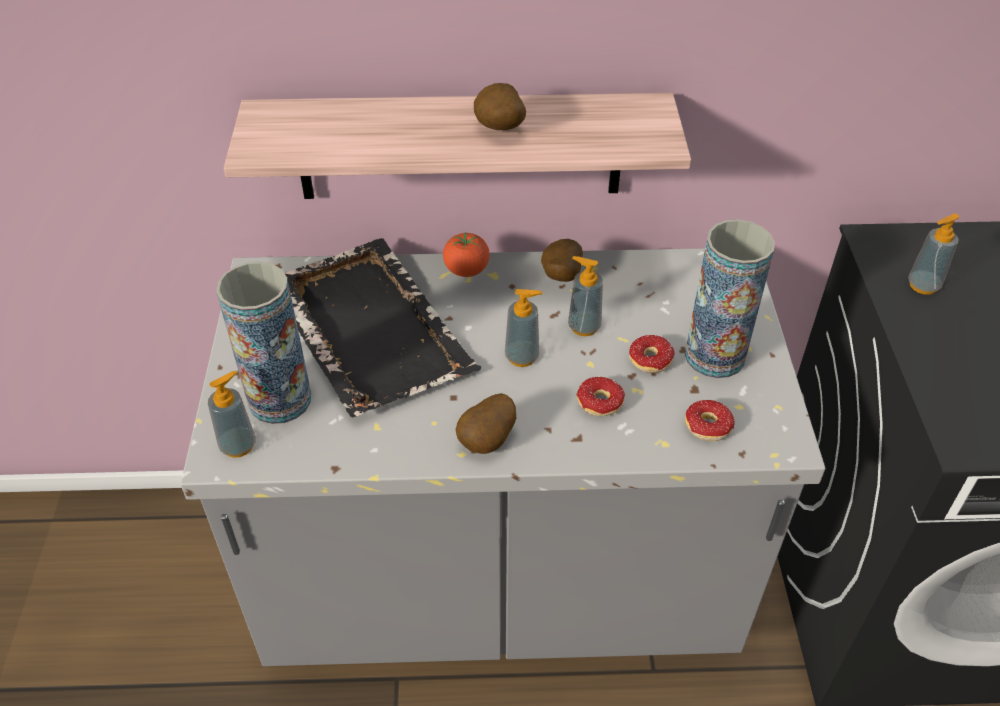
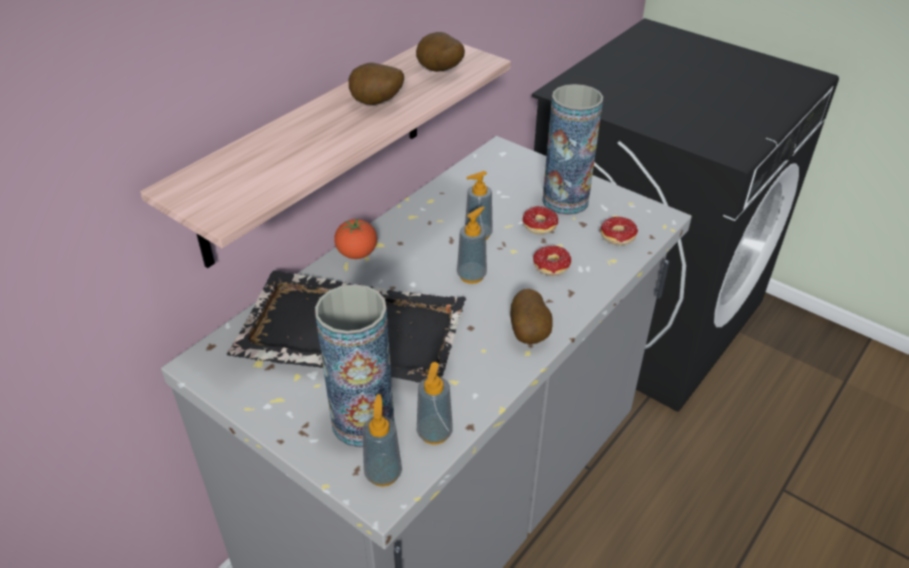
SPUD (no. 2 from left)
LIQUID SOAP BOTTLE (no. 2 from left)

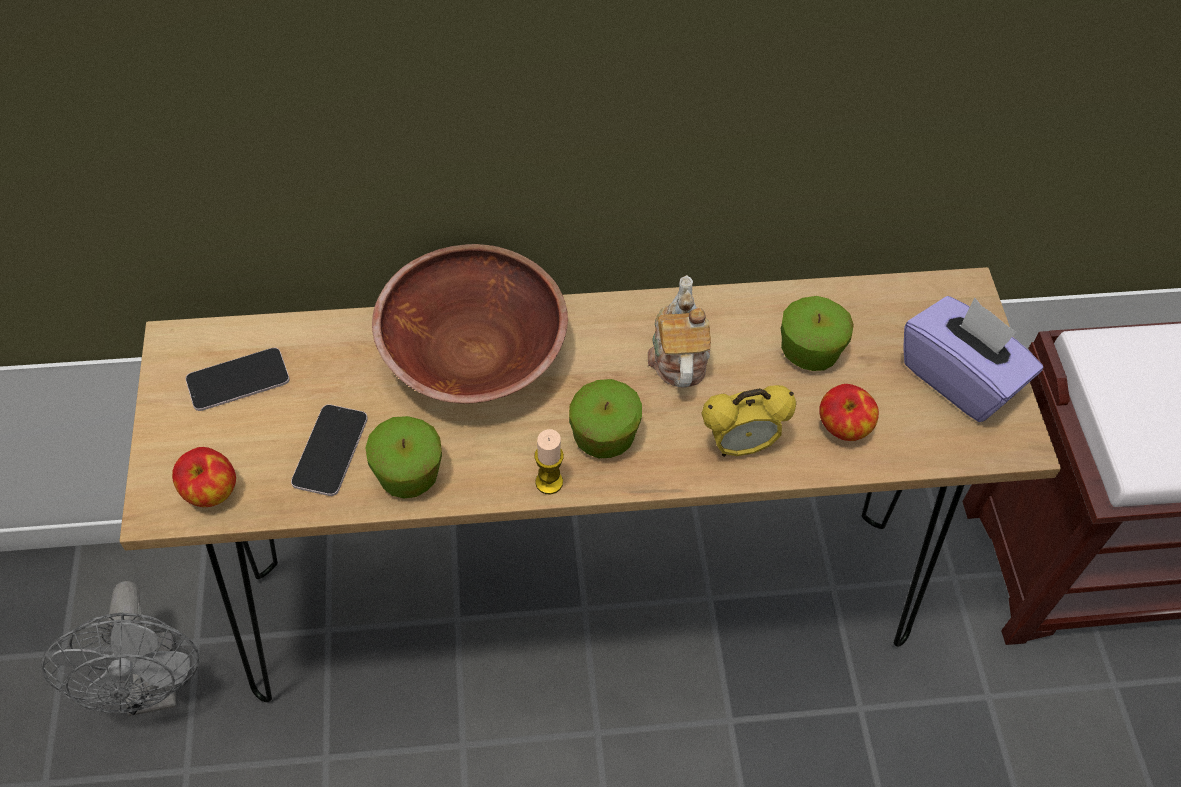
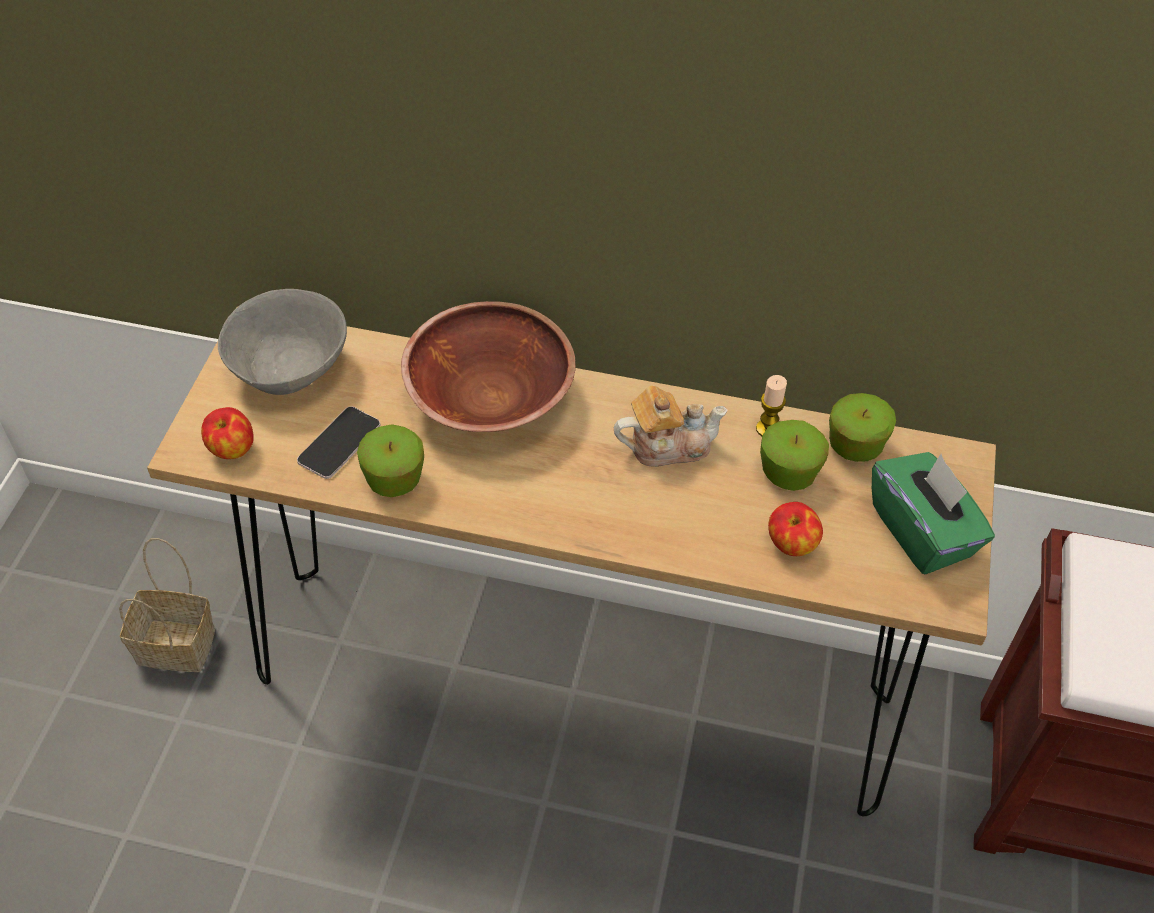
STORAGE BASKET
GRAY BOWL
TEAPOT
CANDLE
APPLE FRUIT (no. 5 from left)
GREENISH TISSUE HOLDER
ALARM CLOCK

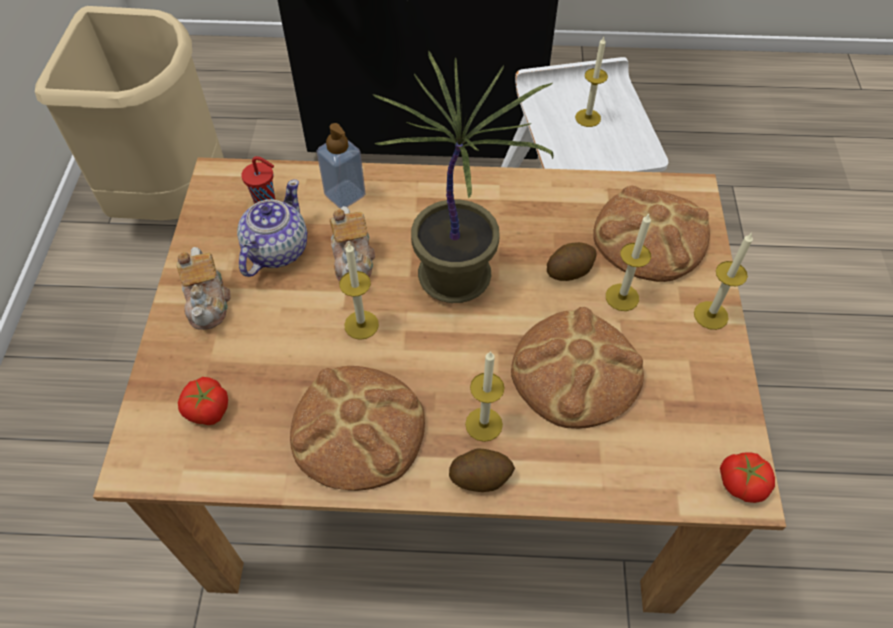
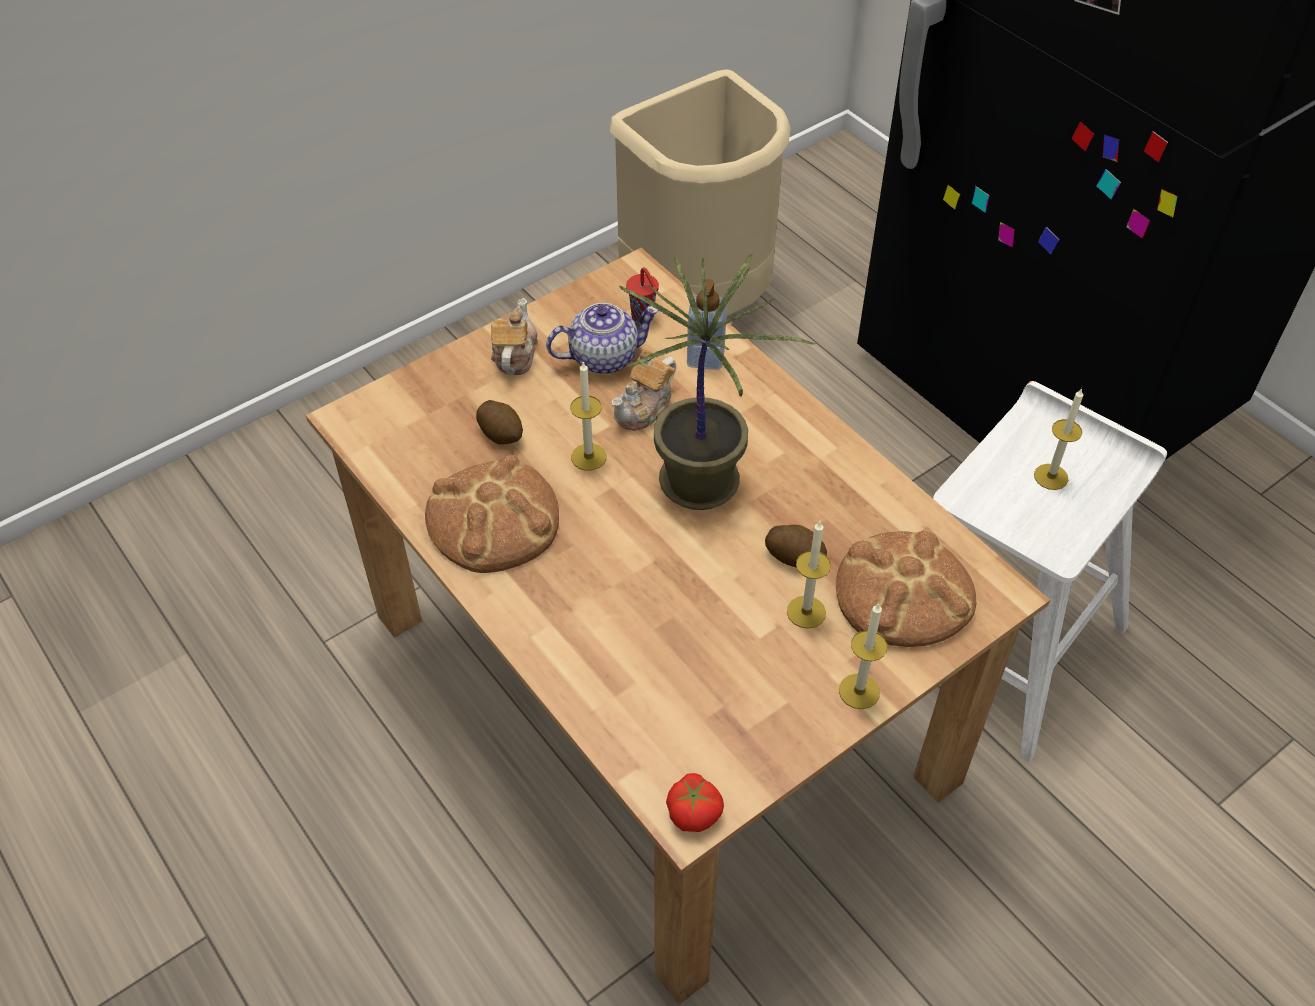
SPUD (no. 1 from left)
TEAPOT (no. 1 from left)
WHOLE TOMATO (no. 1 from left in the first image)
CANDLE (no. 2 from left in the first image)
BREAD (no. 2 from left in the first image)

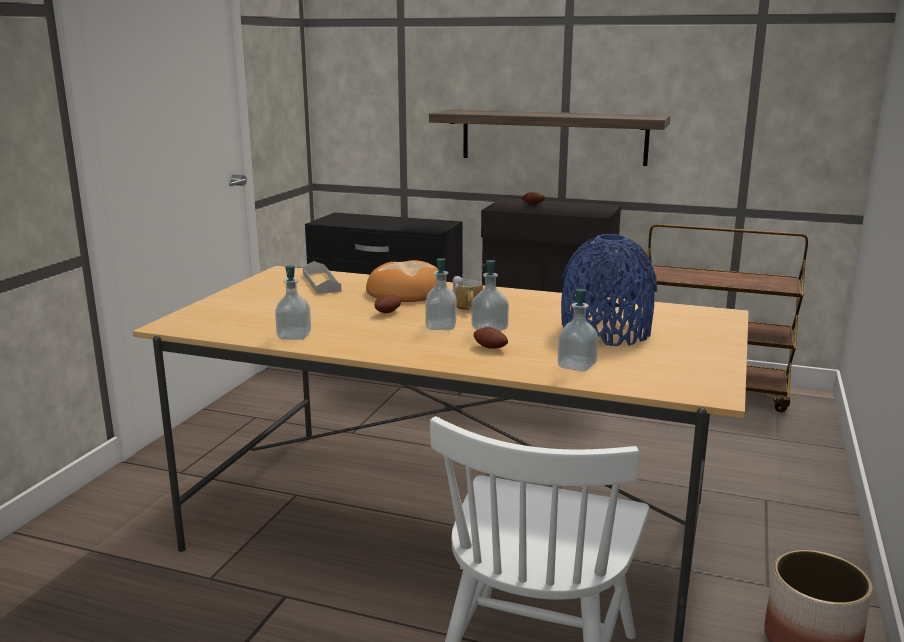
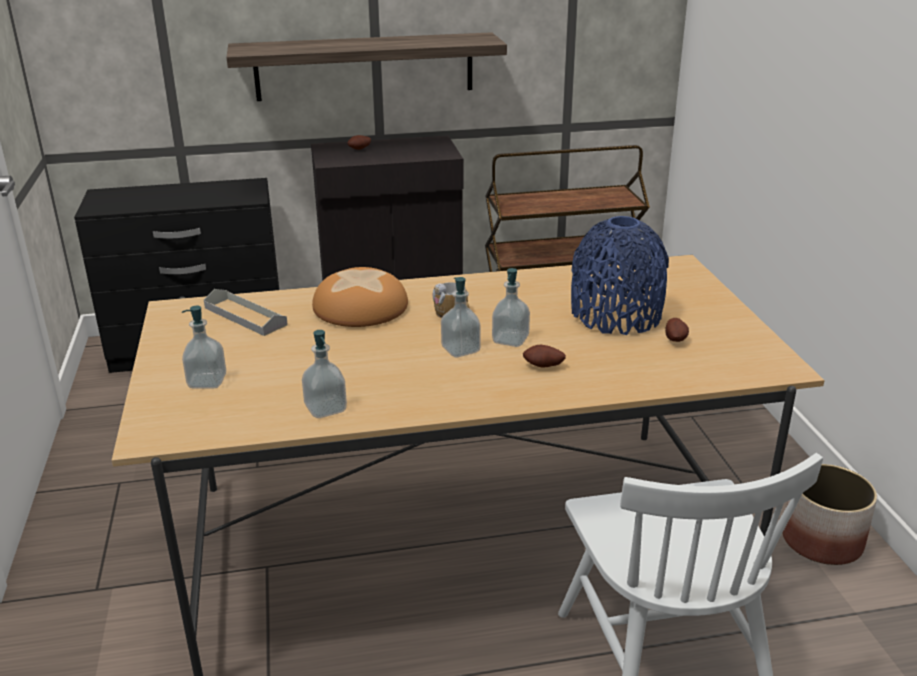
LIQUID SOAP BOTTLE (no. 1 from left)
SPUD (no. 3 from left)

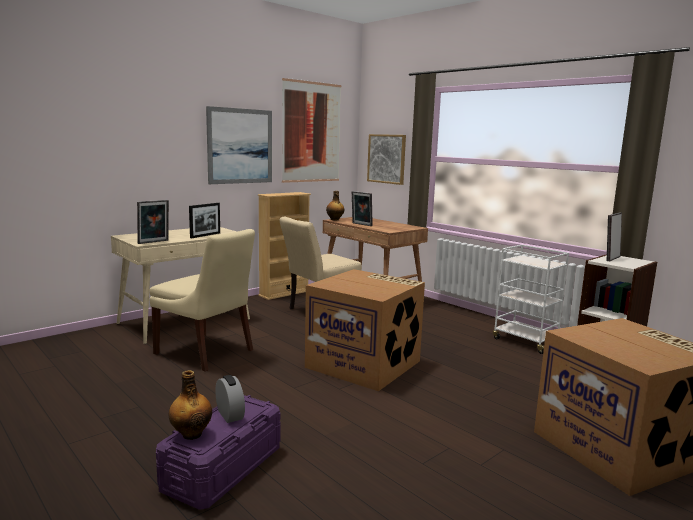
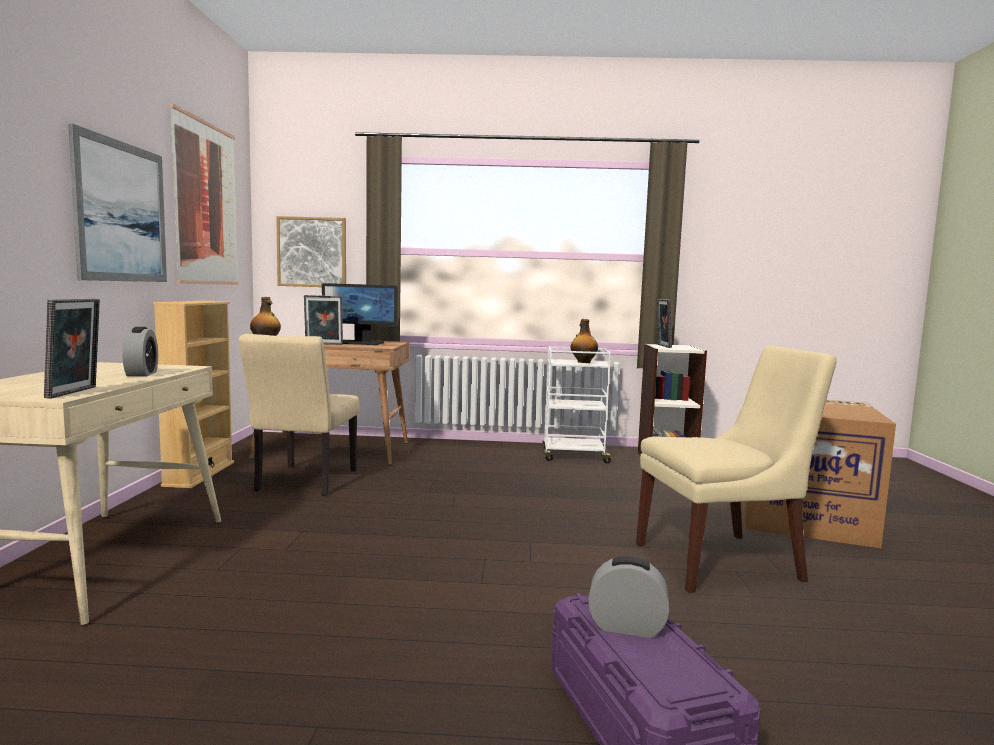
ALARM CLOCK (no. 1 from left)
COMPUTER SCREEN
BEVERAGE BOTTLE (no. 2 from left)
BEIGE PLAIN CHAIR (no. 2 from left)
CARTON (no. 1 from left in the first image)

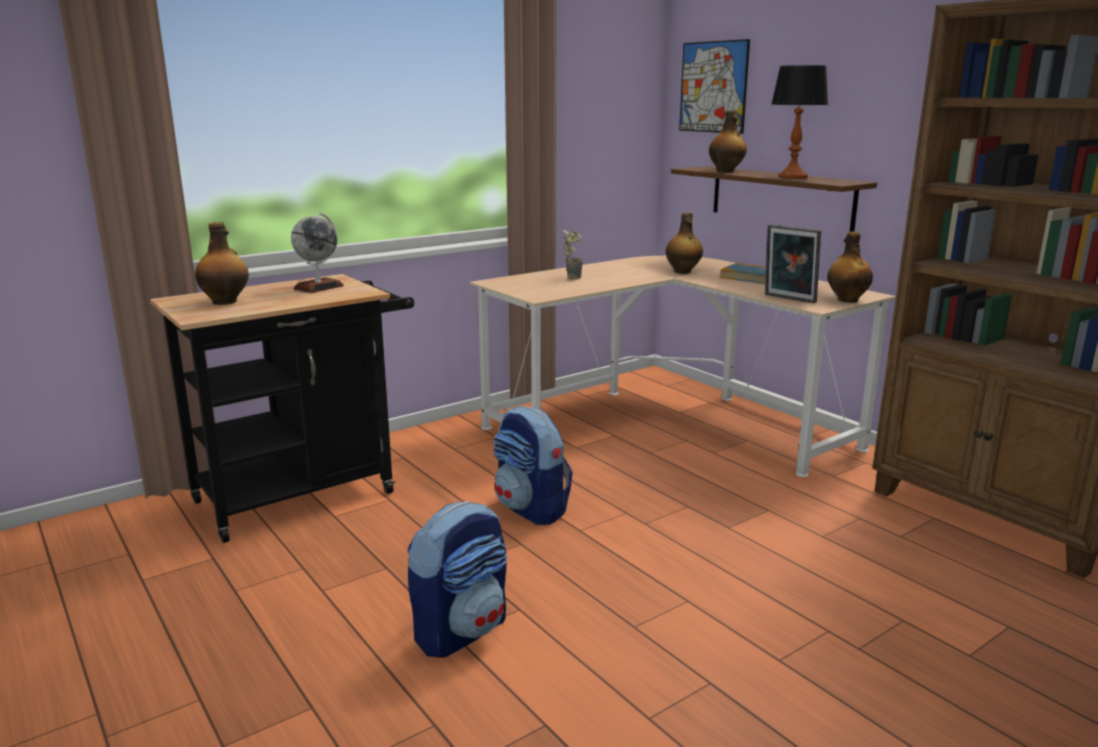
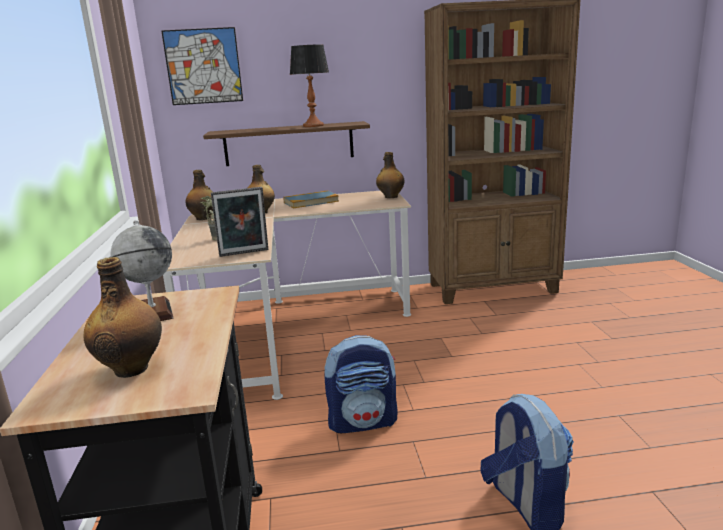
BEVERAGE BOTTLE (no. 2 from left)
PICTURE FRAME

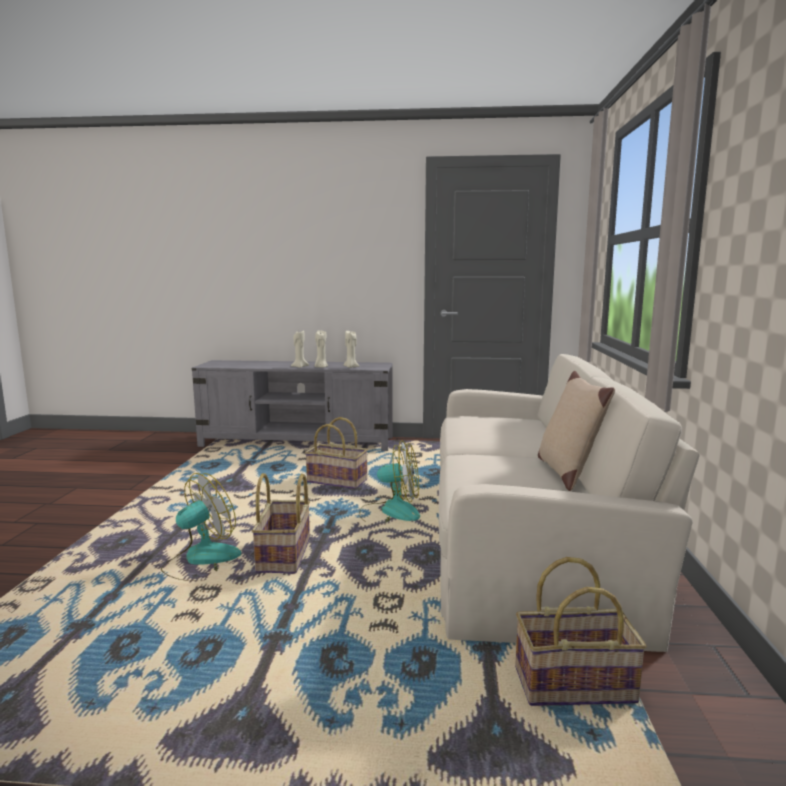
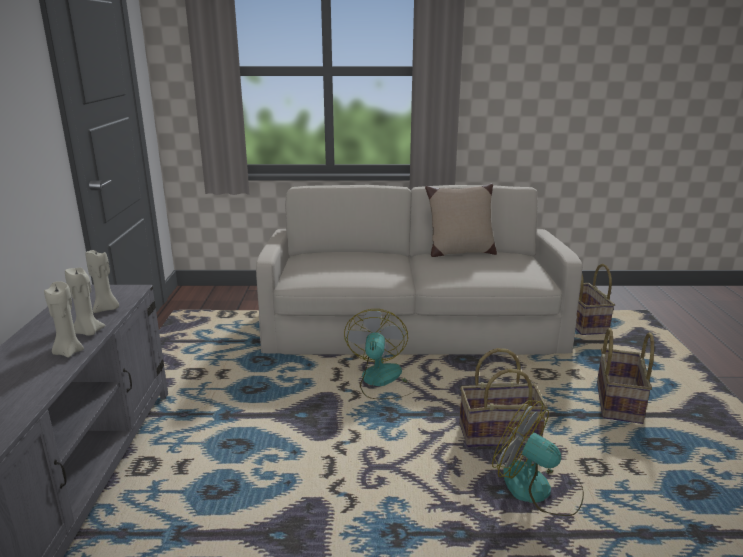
STORAGE BASKET (no. 3 from left)

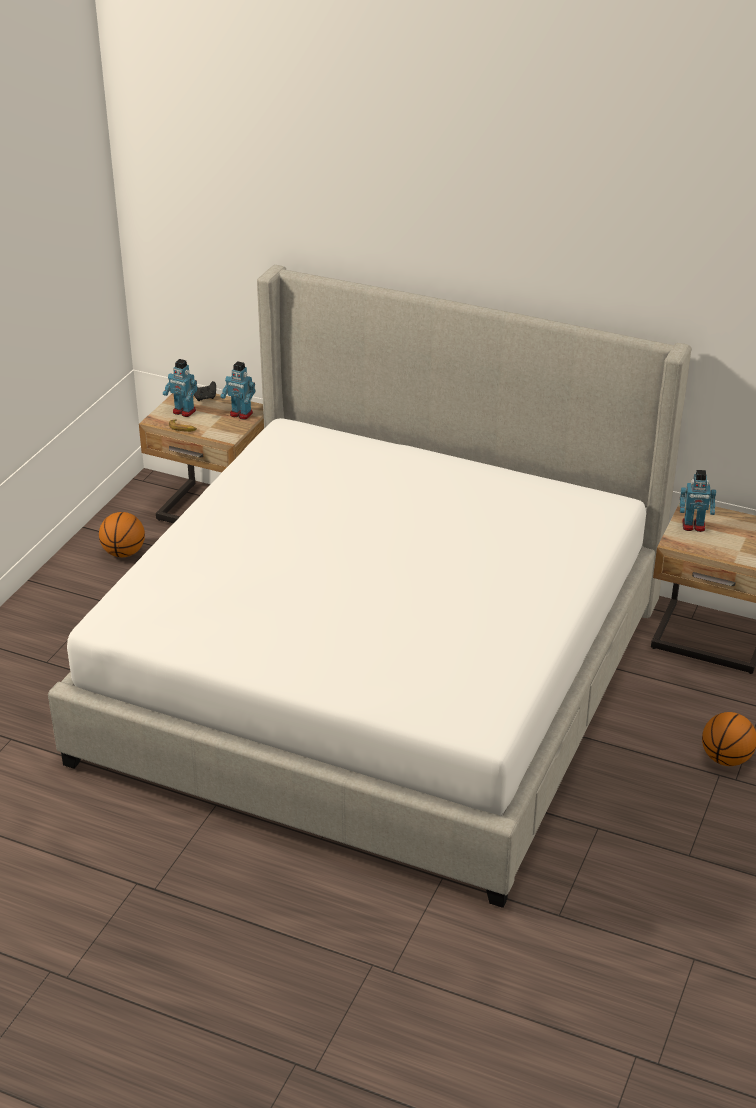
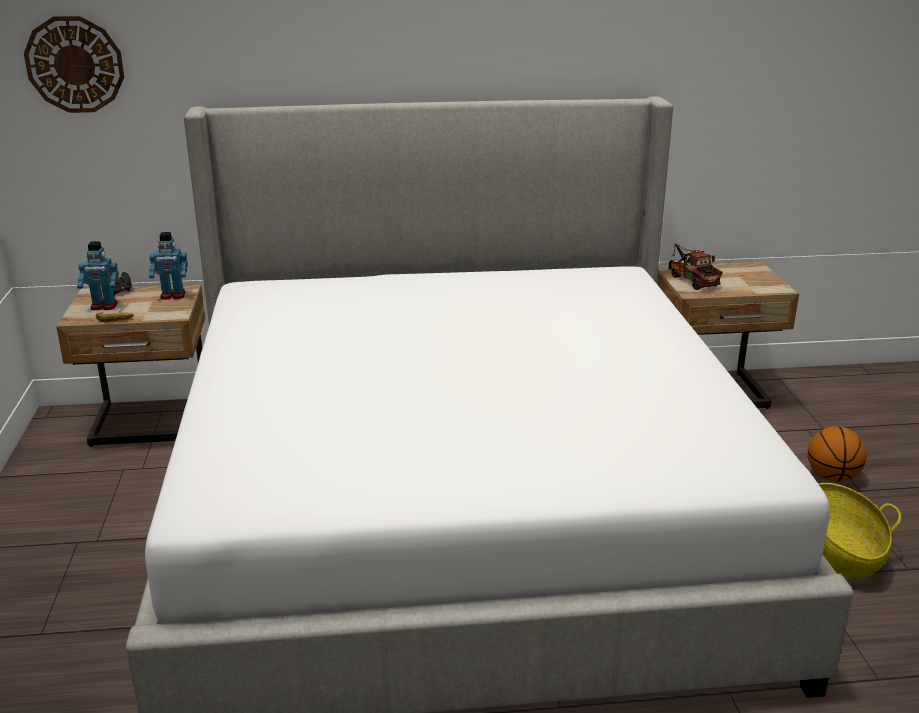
HANGING CLOCK
TOY LORRY
STORAGE BASKET
BALL FOR BASKETBALL (no. 1 from left in the first image)

